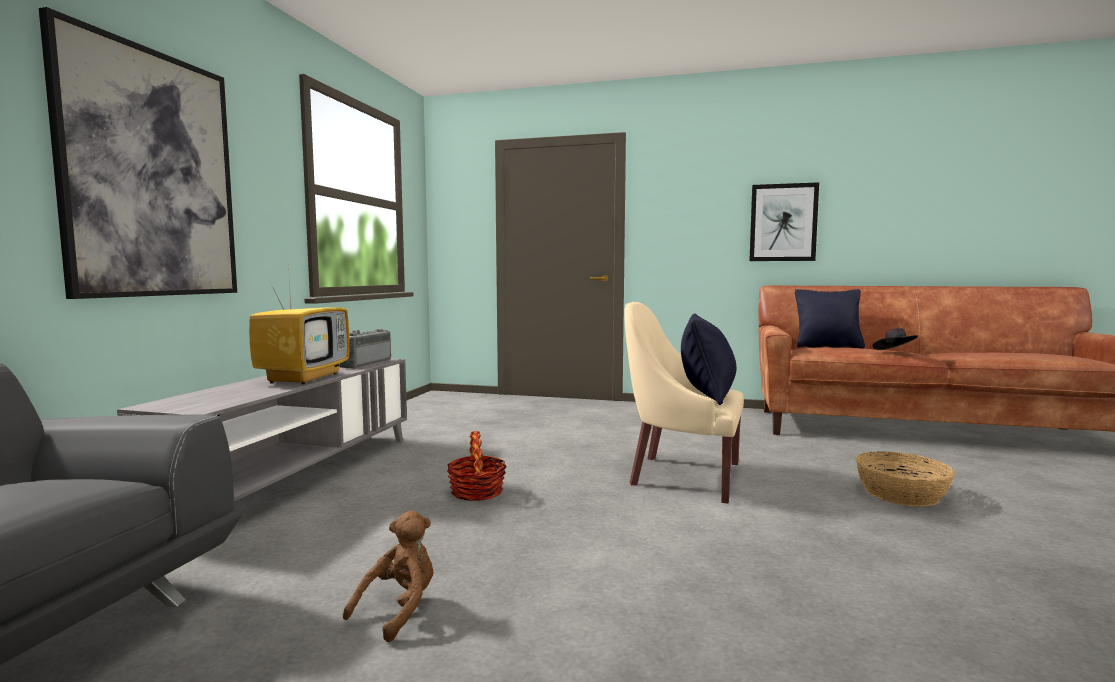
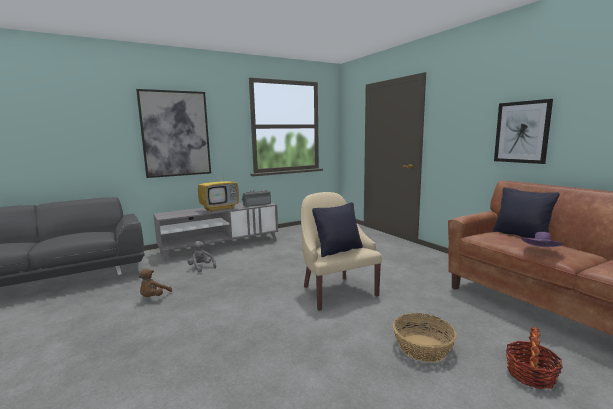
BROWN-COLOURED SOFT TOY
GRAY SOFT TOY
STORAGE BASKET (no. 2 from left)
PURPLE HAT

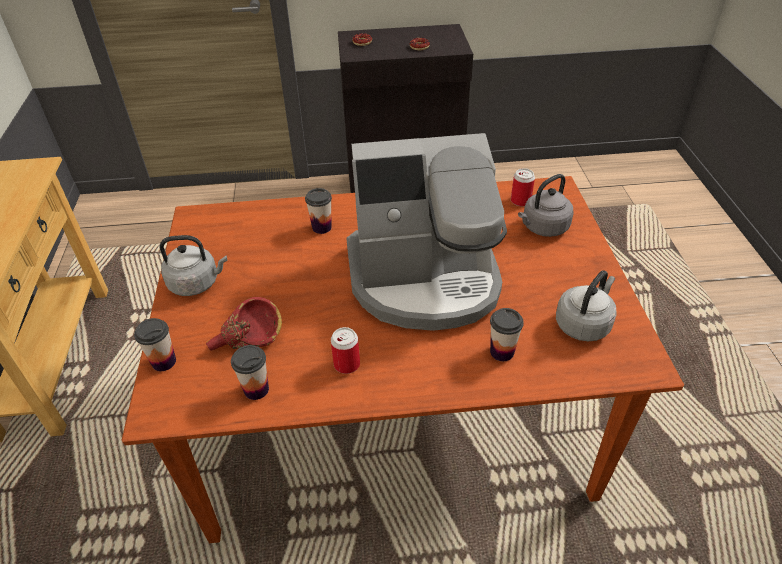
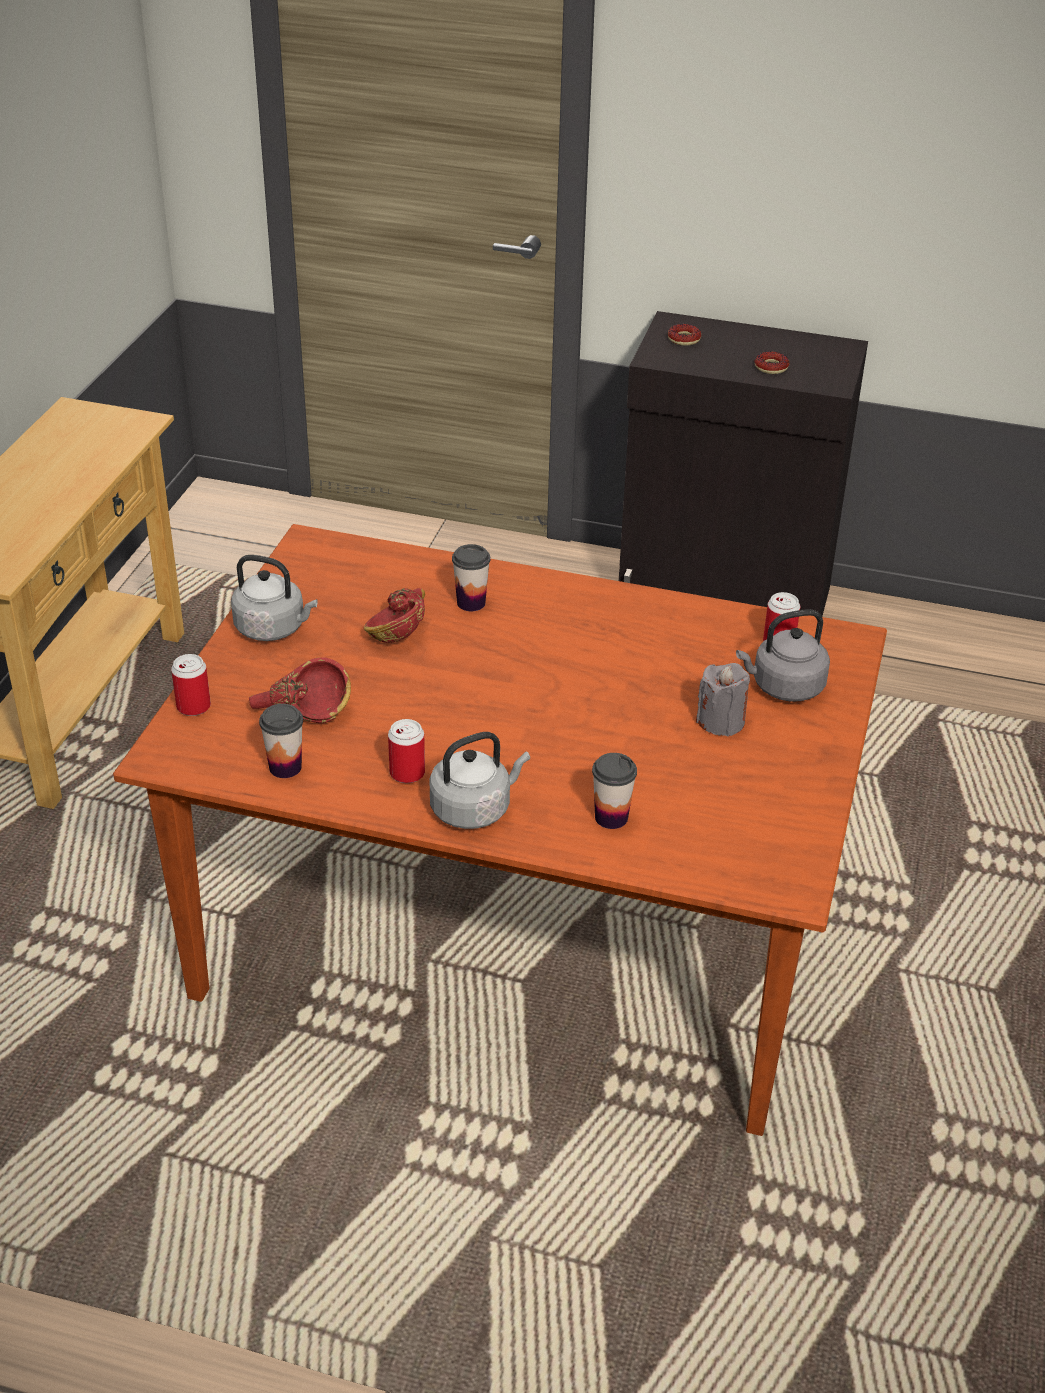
METAL CAN (no. 1 from left)
RED BOWL (no. 2 from left)
GRAY WATER KETTLE (no. 2 from left)
GRAY CANDLE
COFFEE MAKER

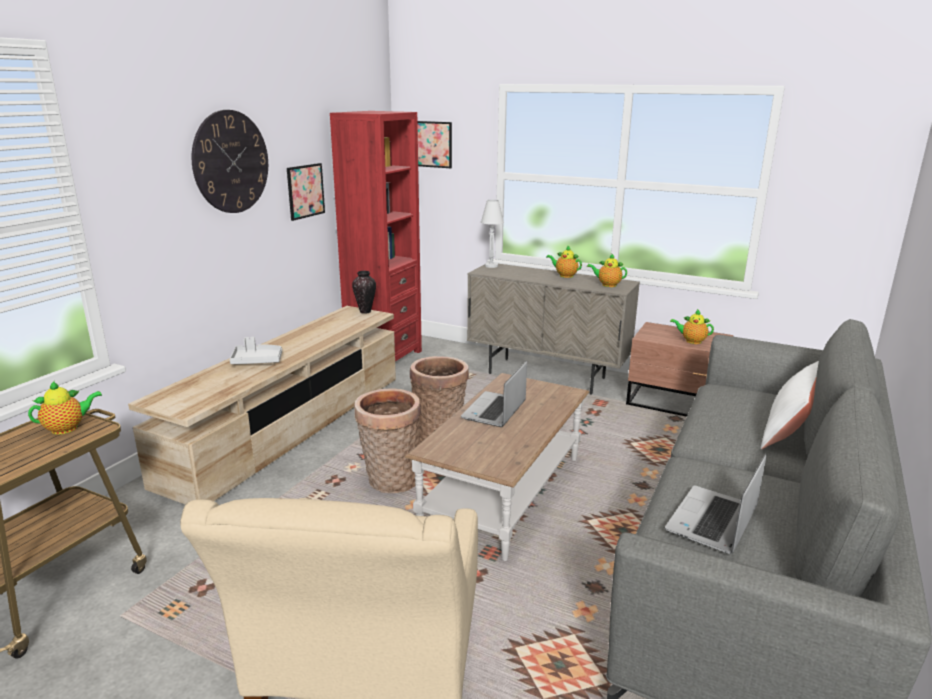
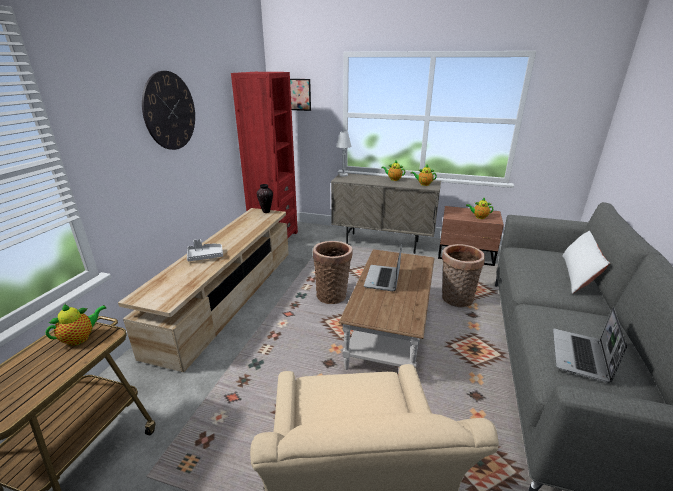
STORAGE BASKET (no. 2 from left)
PICTURE (no. 1 from left in the first image)

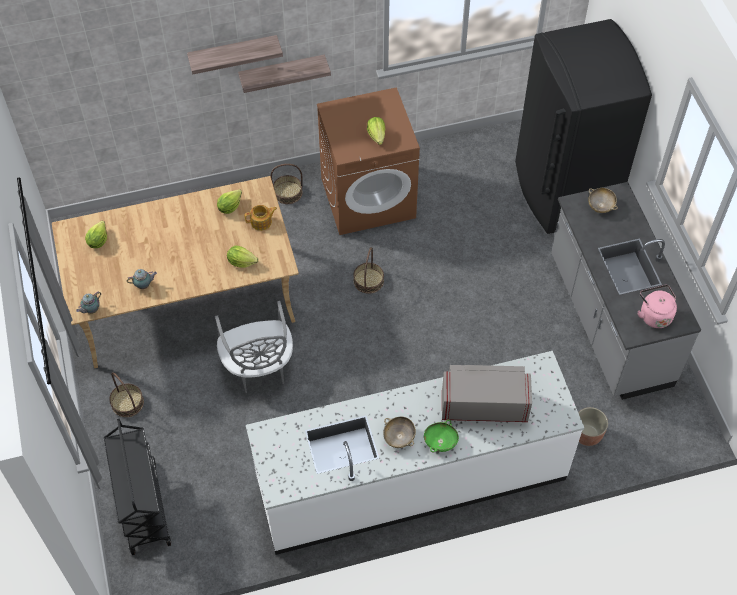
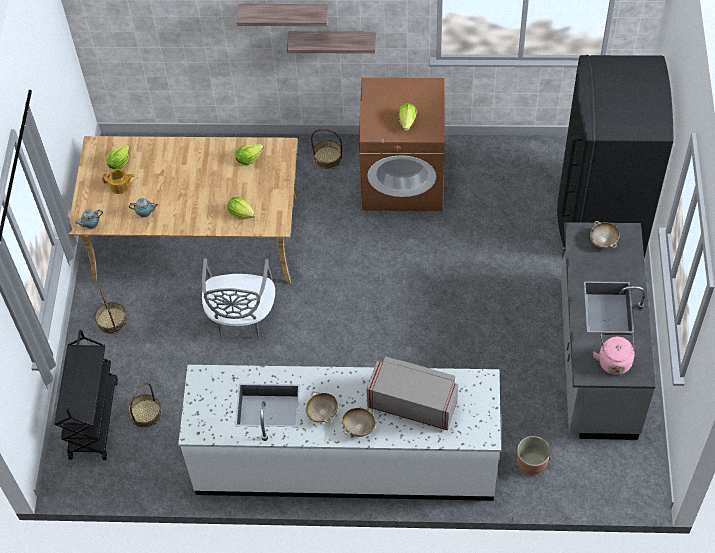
TEAPOT (no. 2 from left)
STORAGE BASKET (no. 2 from left)
BEIGE BOWL (no. 2 from left)

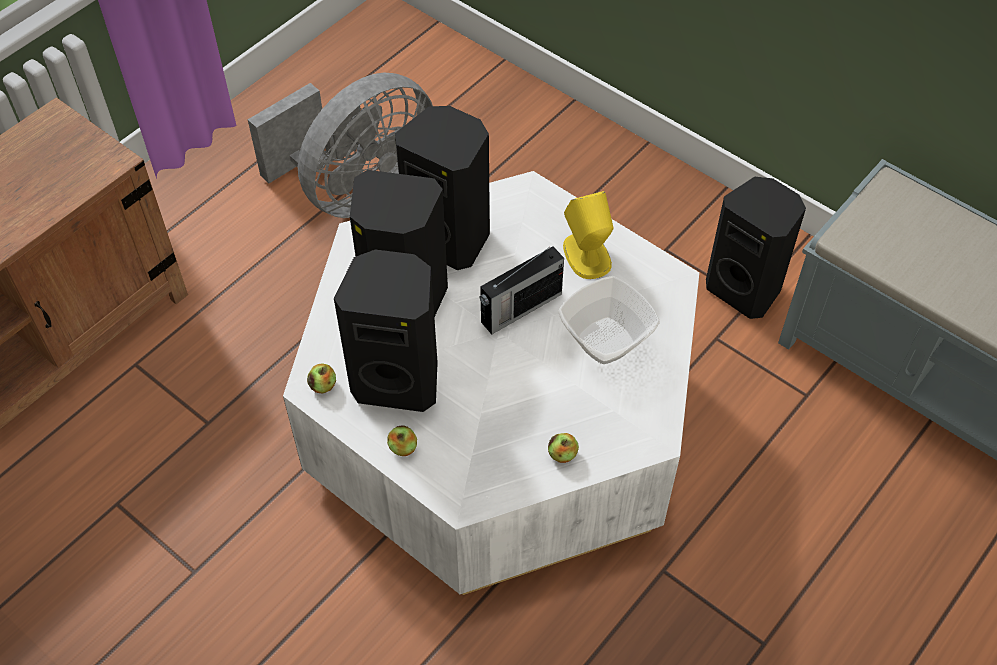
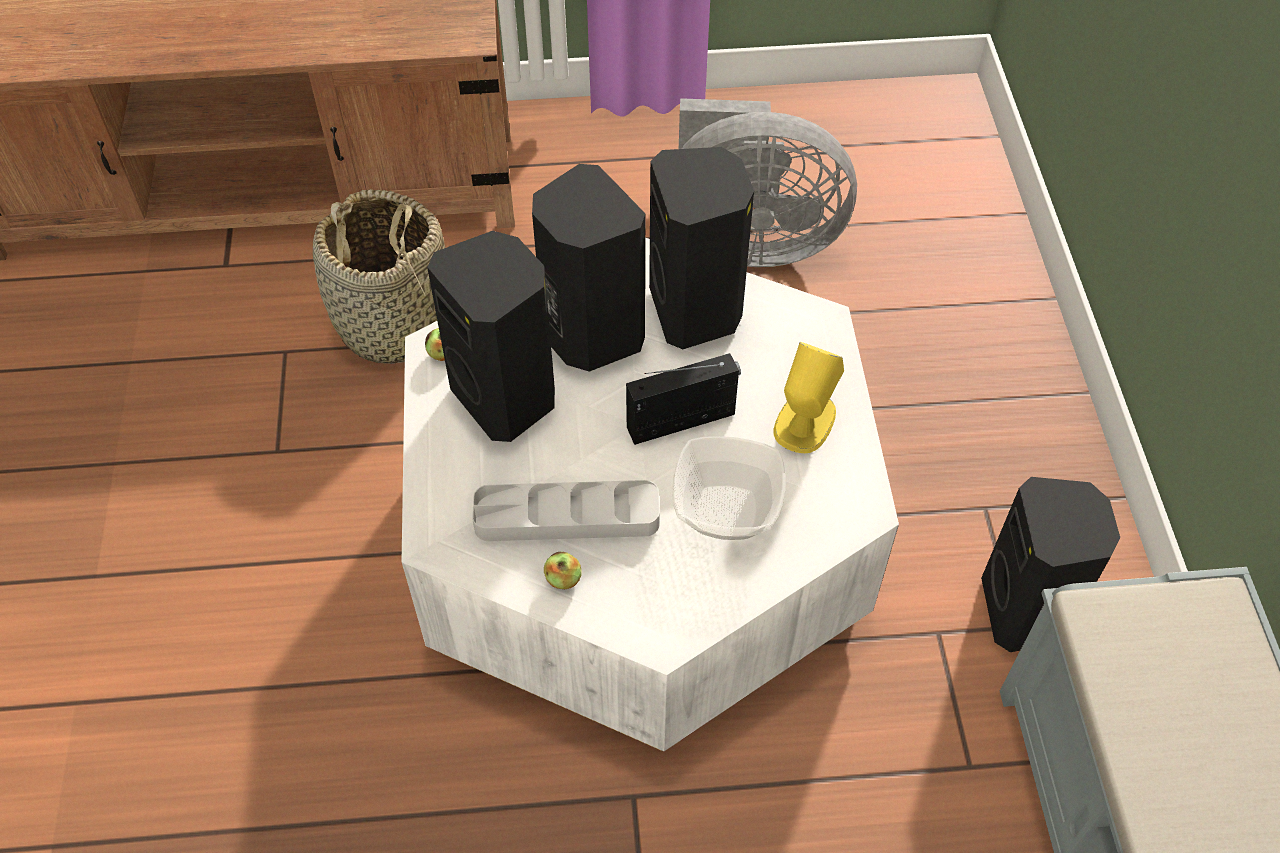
STORAGE BASKET
GRAY SERVING TRAY
RADIO SET
APPLE FRUIT (no. 2 from left in the first image)

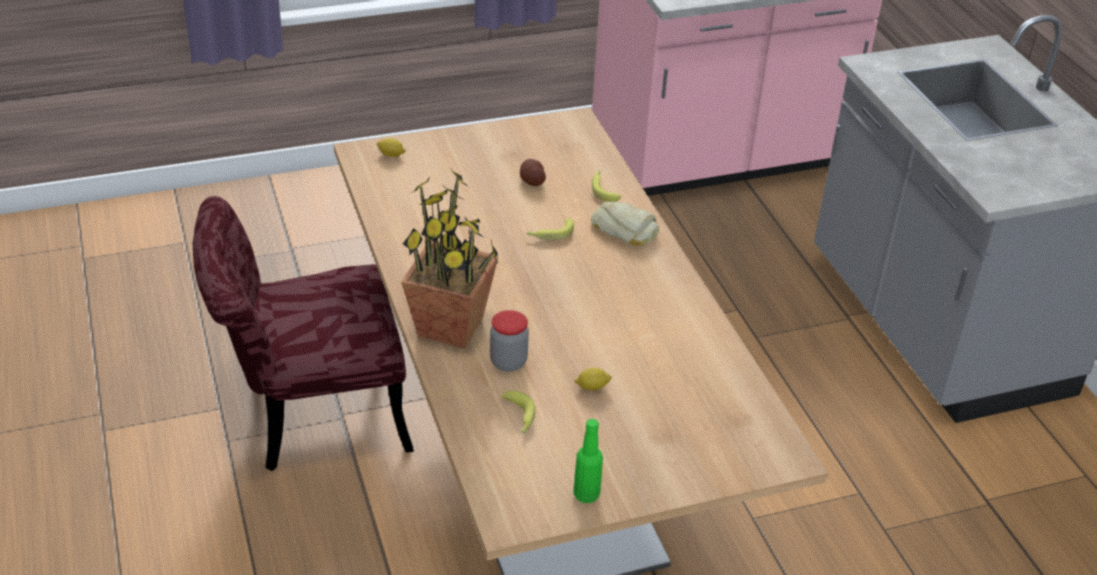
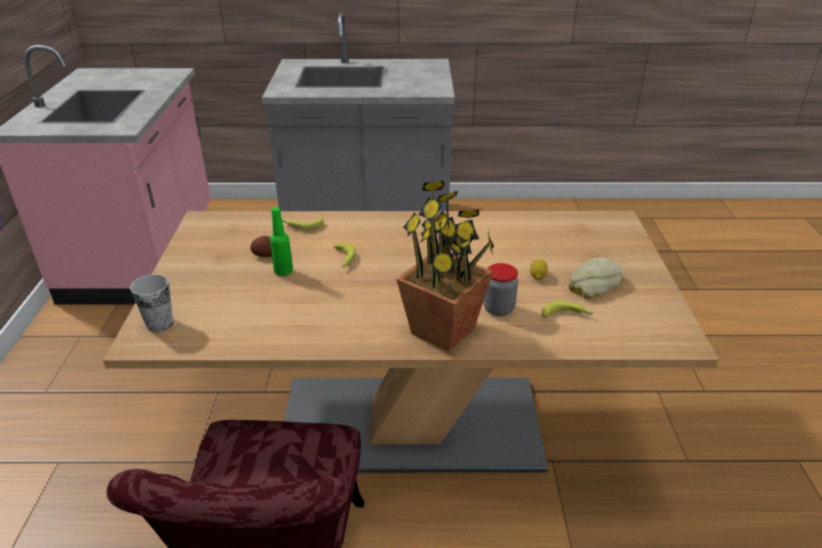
SMALL CUP
GREENISH BEVERAGE BOTTLE
BREAD

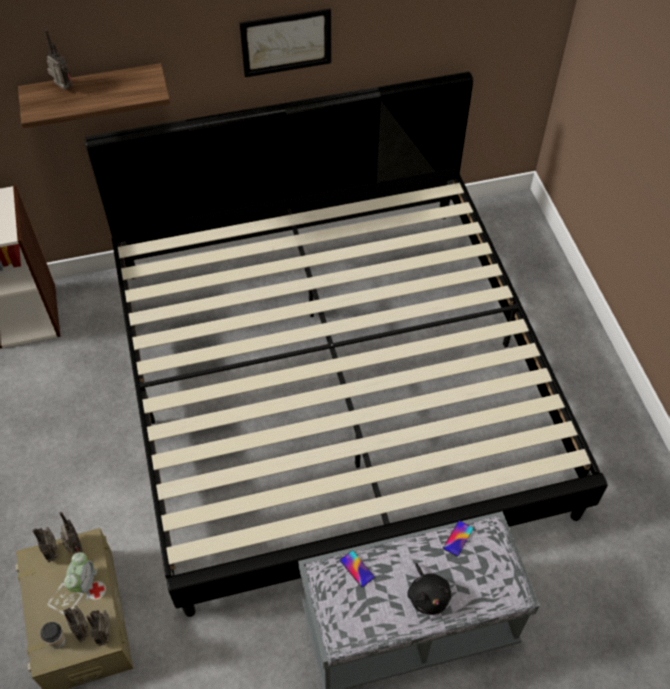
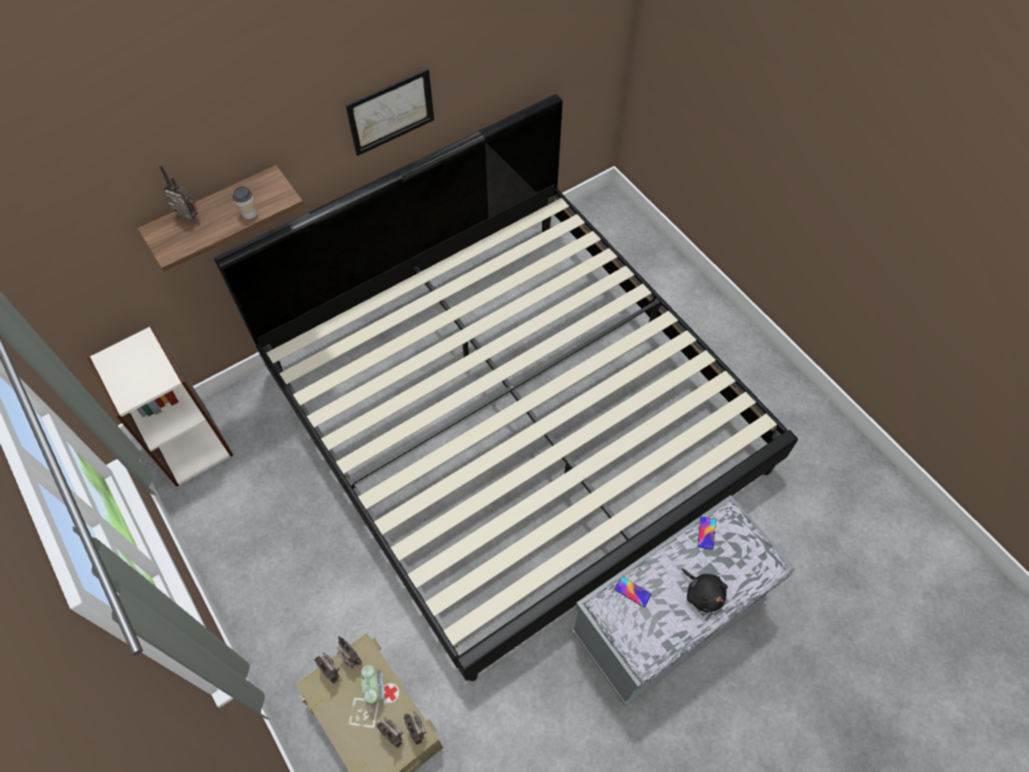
SMALL CUP

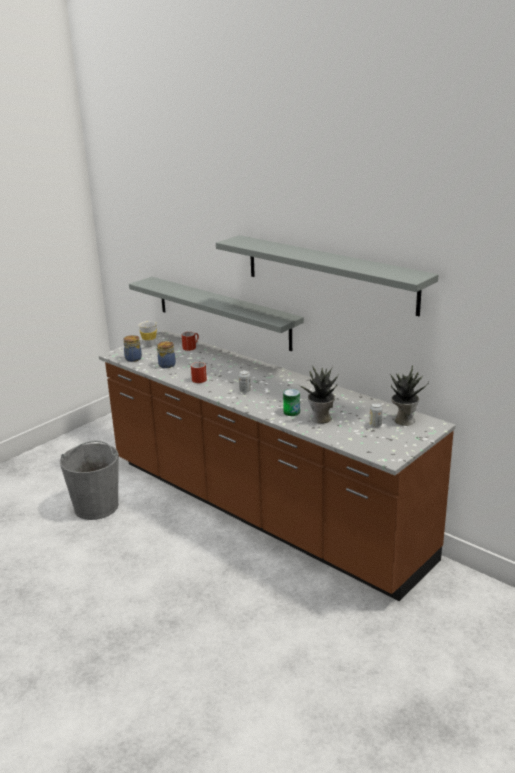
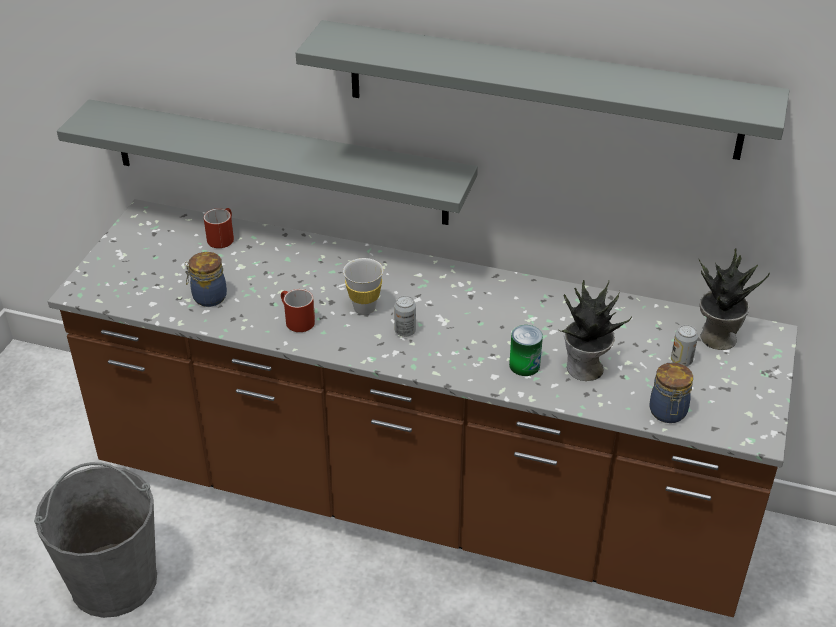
WHITE SMALL CUP
PRESERVE JAR (no. 2 from left)

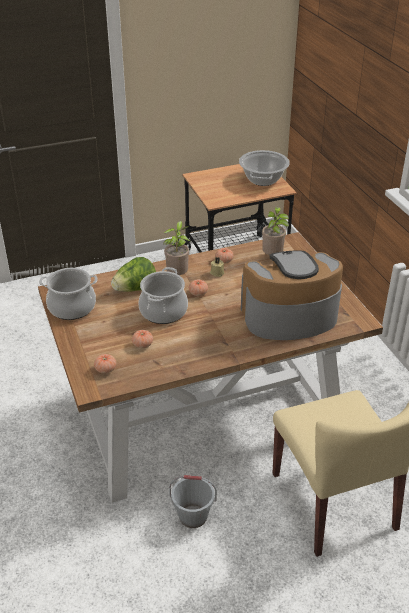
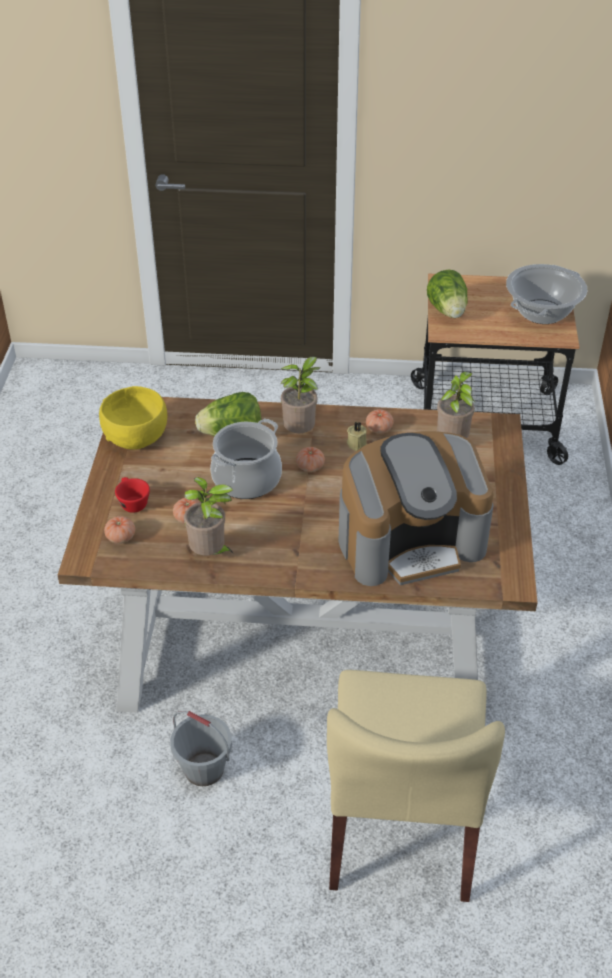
YELLOW BOWL
RED SMALL CUP
POTTED PLANT (no. 1 from left)
COFFEE MAKER
LETTUCE (no. 2 from left)

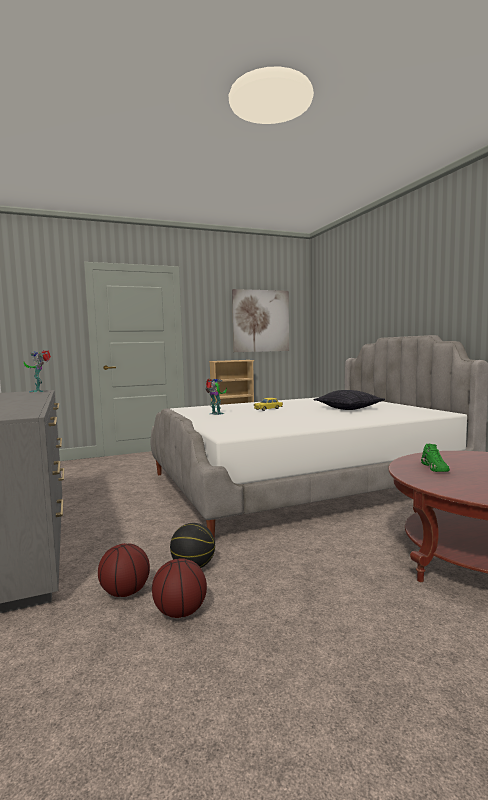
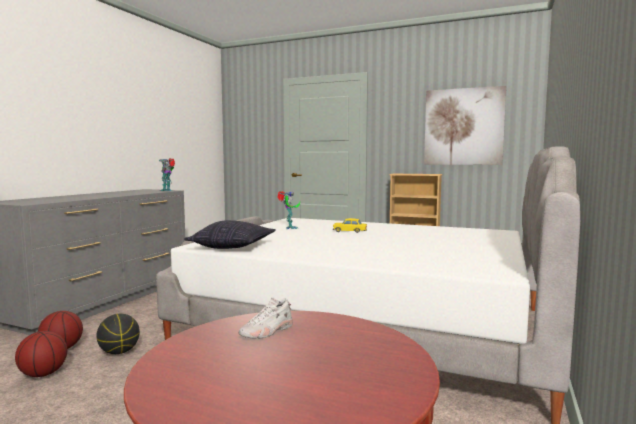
CUSHION
WHITE LOW SHOE

